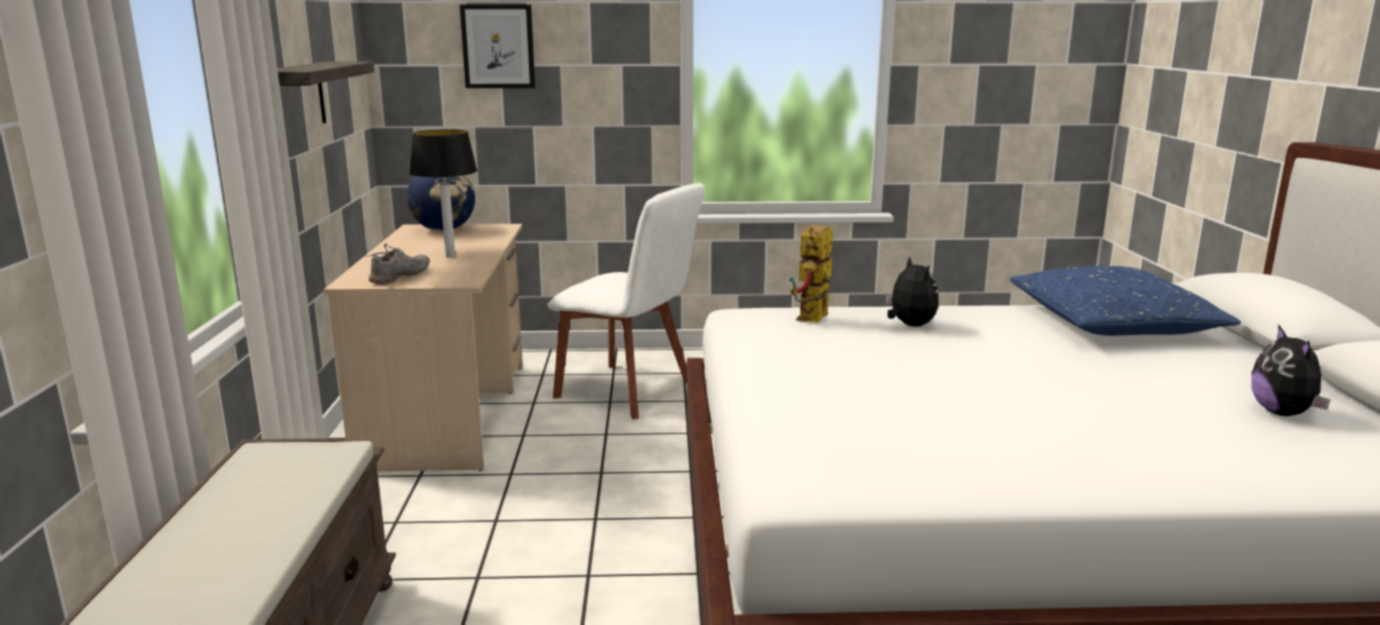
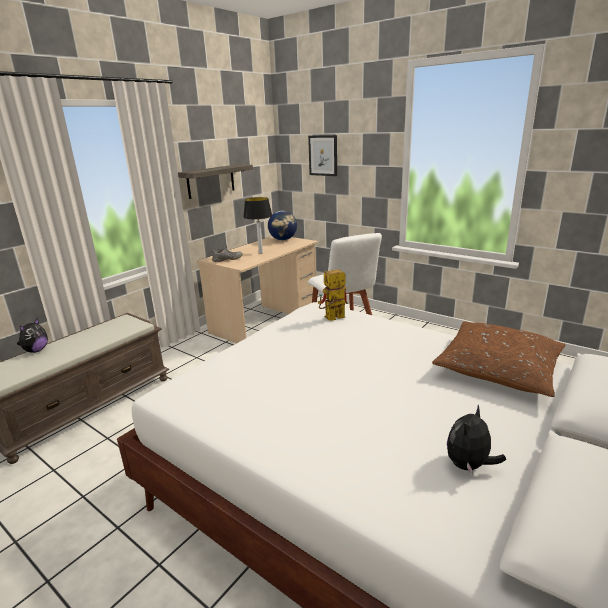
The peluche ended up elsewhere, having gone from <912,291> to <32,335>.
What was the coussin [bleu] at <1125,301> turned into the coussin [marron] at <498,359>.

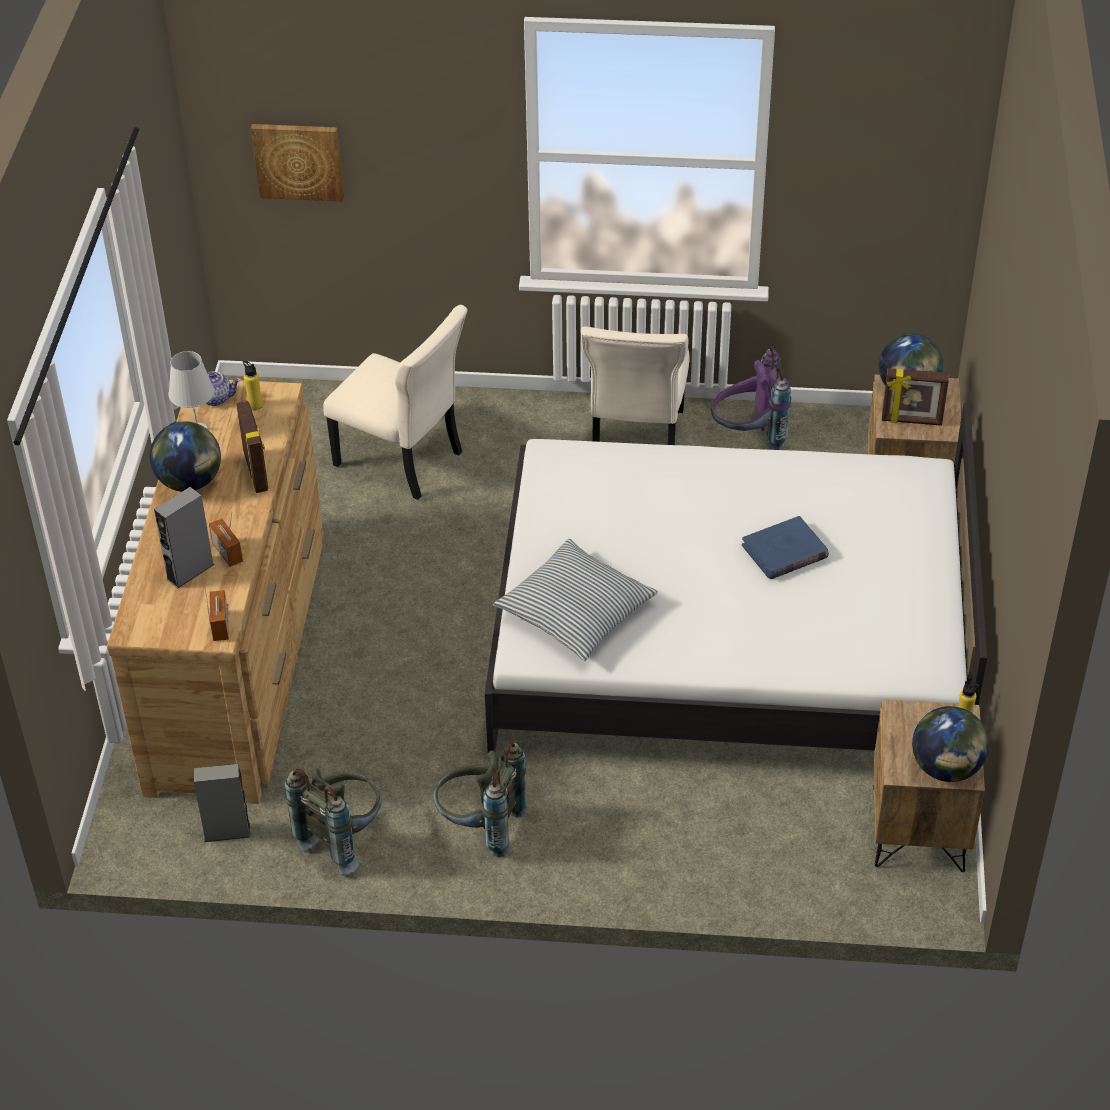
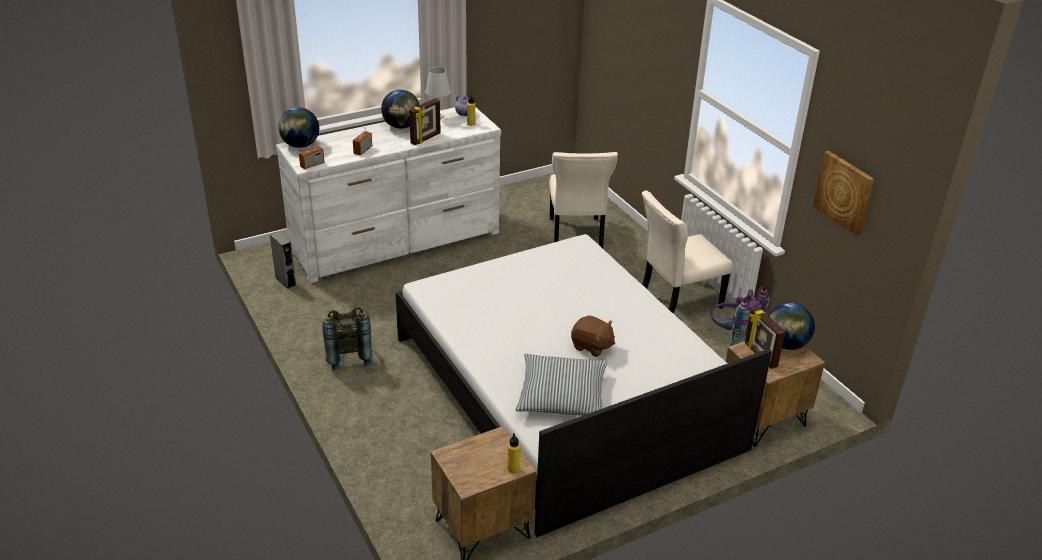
What was the commode [marron] at <215,592> turned into the commode [blanc] at <388,195>.
The globe ended up elsewhere, having gone from <950,744> to <298,127>.
The coussin ended up elsewhere, having gone from <575,600> to <561,385>.
Where the livre [bleu] stood at <785,547>, the peluche [marron] came to stand at <593,336>.
The tableau ended up elsewhere, having gone from <297,163> to <843,193>.
The second view lost the enceinte [gris] at <184,537>.
The second view lost the sac à dos [gris] at <333,821>.

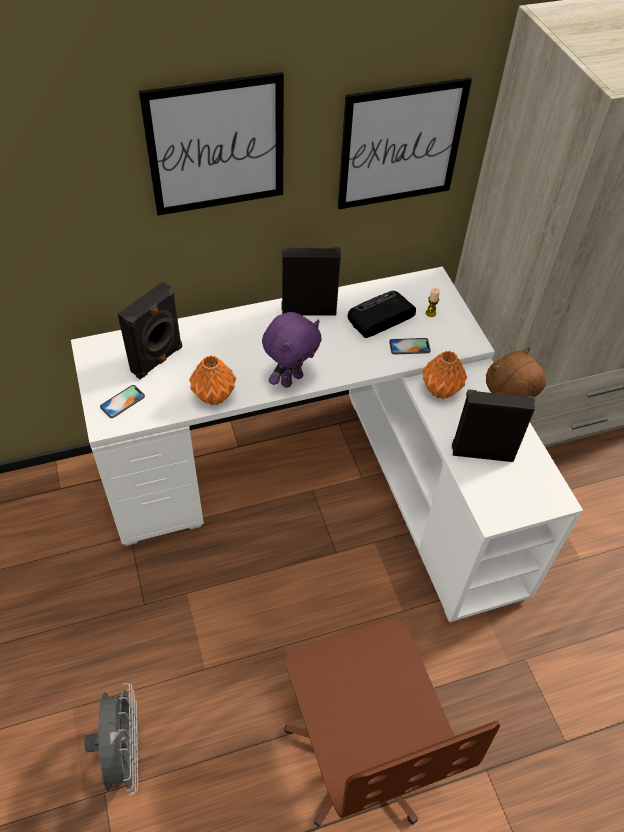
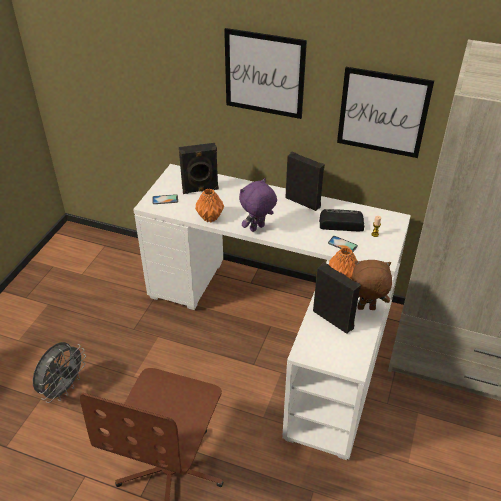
The peluche [violet] at <292,350> ended up facing another way, 150 degrees clockwise from before.

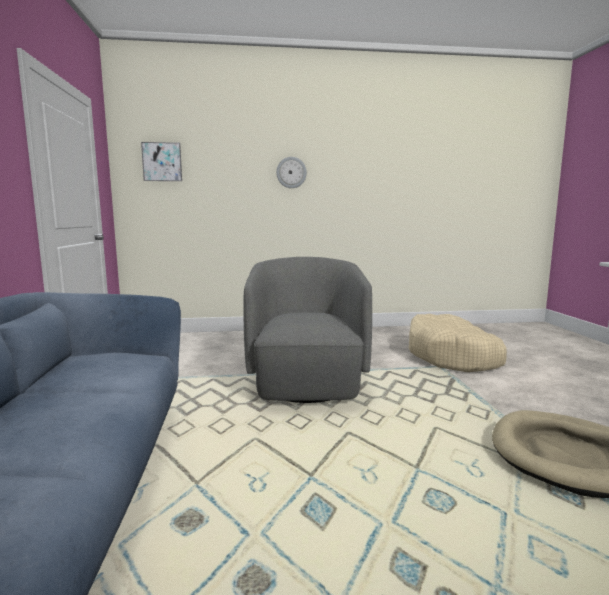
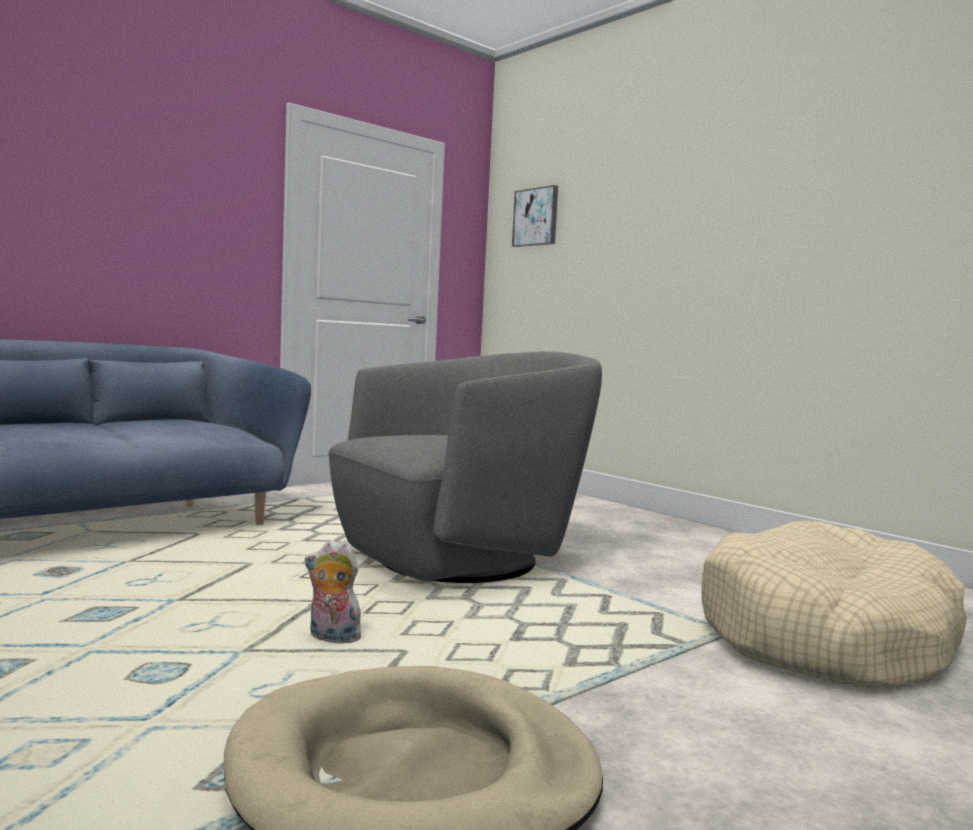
The second view gained the peluche at <336,591>.
The second view lost the horloge murale at <291,172>.

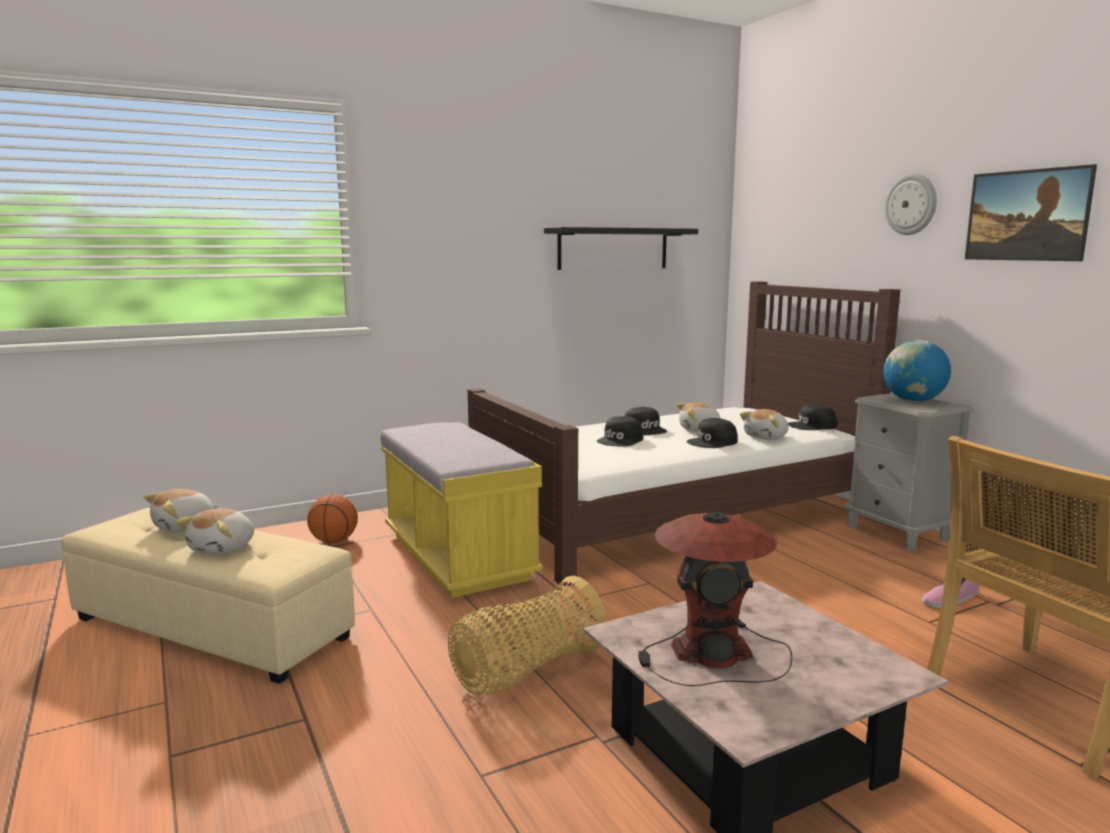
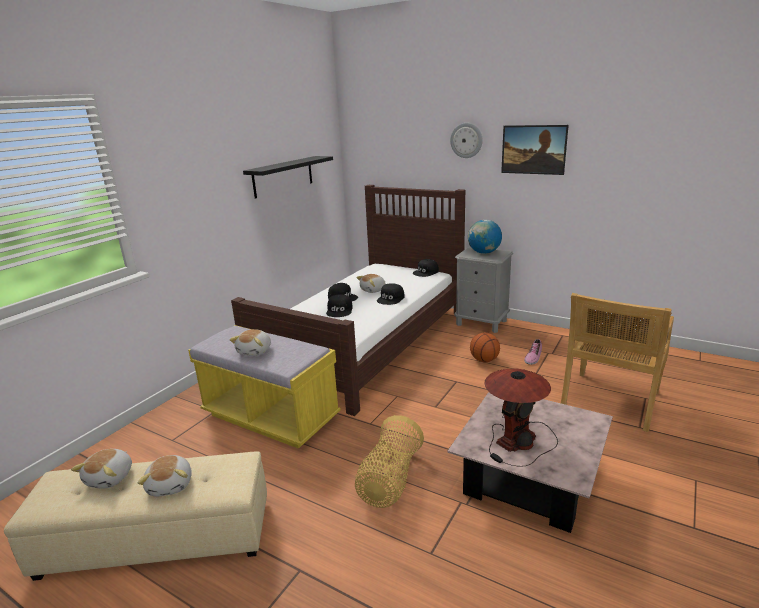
The peluche ended up elsewhere, having gone from <764,424> to <250,342>.
The ballon de basket ended up elsewhere, having gone from <332,518> to <485,347>.

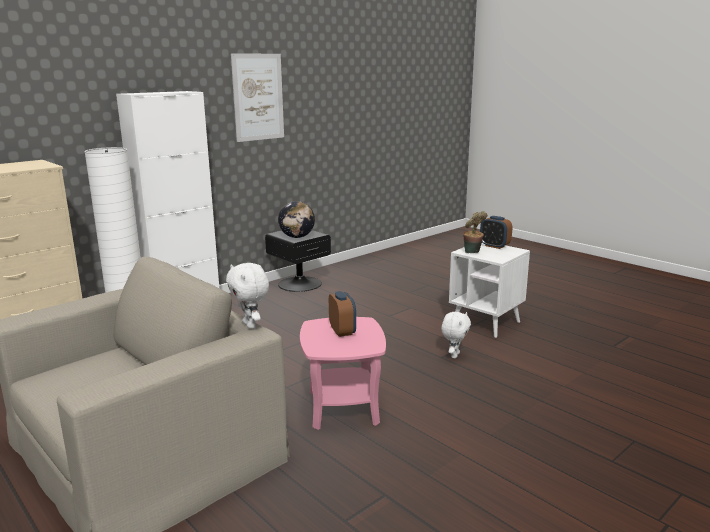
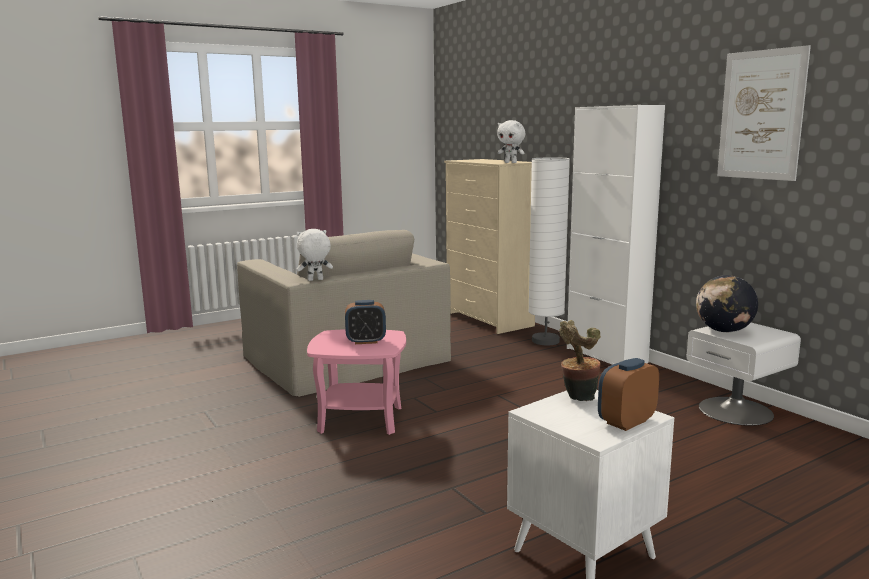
The peluche [blanc] ended up elsewhere, having gone from <456,335> to <511,141>.
What was the table de chevet [noir] at <298,261> turned into the table de chevet [blanc] at <744,374>.

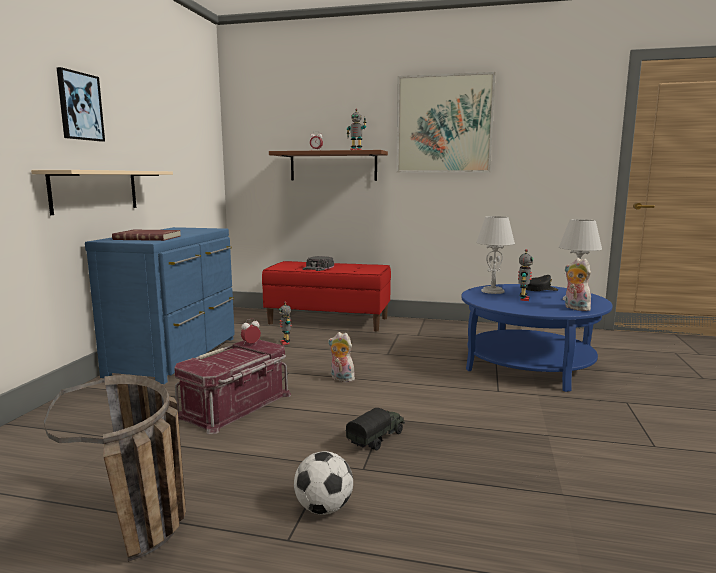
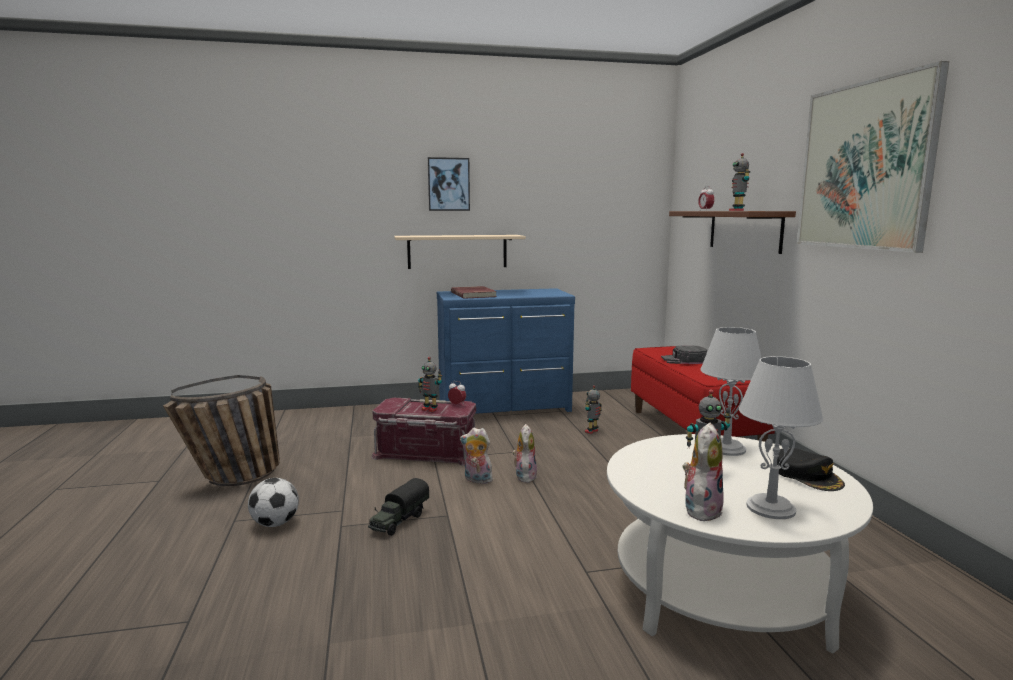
The camion jouet at <375,429> ended up facing another way, 105 degrees clockwise from before.
The second view gained the robot jouet at <430,384>.
The second view gained the peluche at <476,456>.
What was the table basse [bleu] at <536,338> turned into the table basse [blanc] at <740,544>.

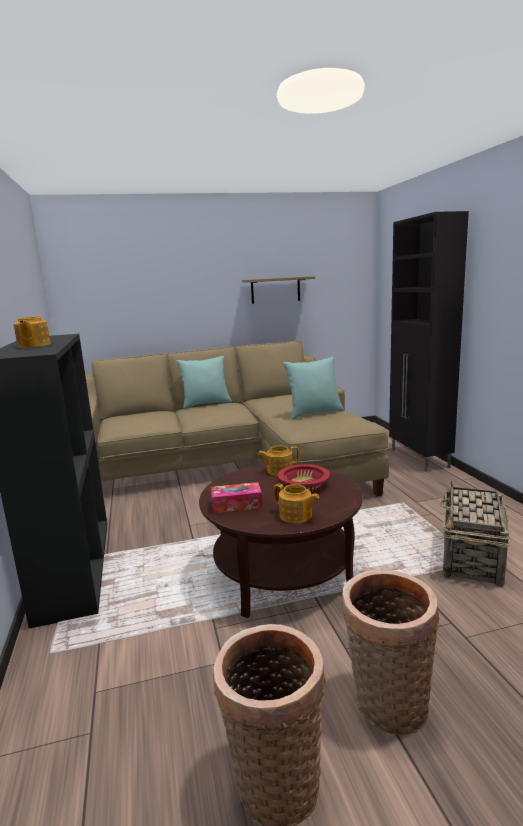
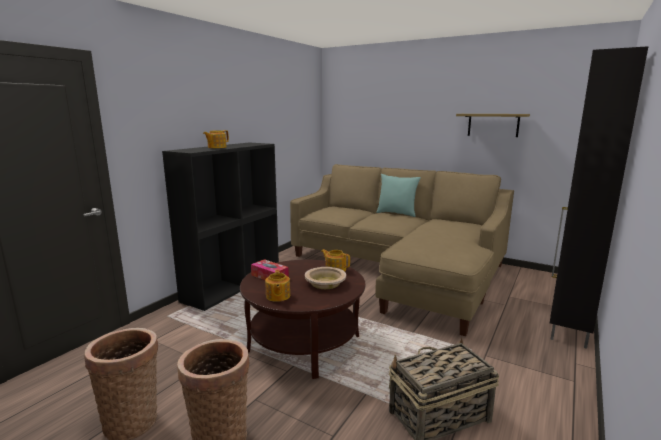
What was the bol [rouge] at <304,478> turned into the bol [beige] at <325,278>.
The second view lost the coussin [turquoise] at <313,388>.

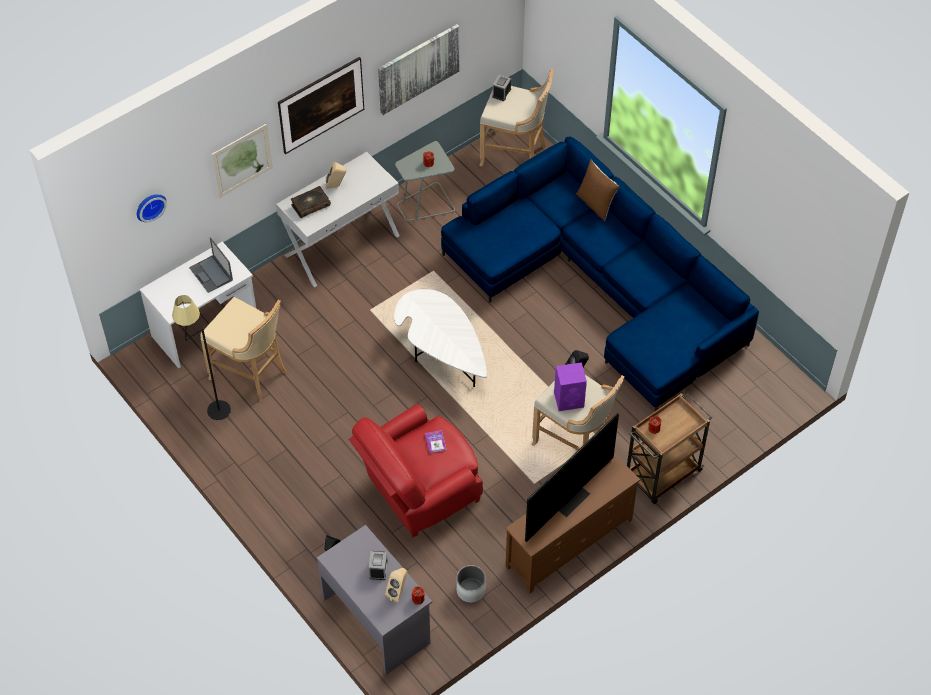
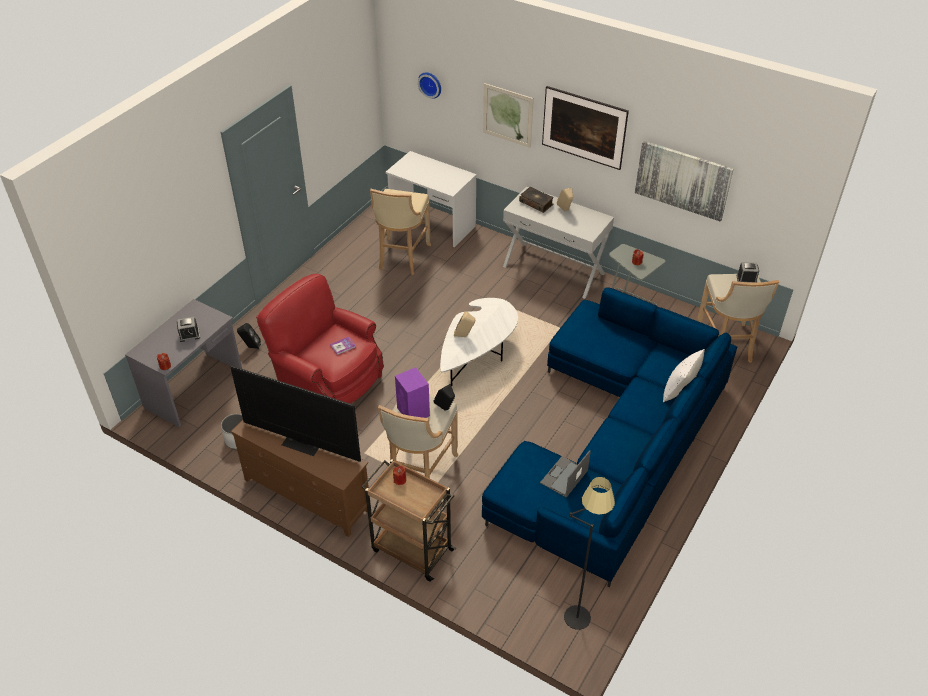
The enceinte [beige] ended up elsewhere, having gone from <396,585> to <464,324>.
The ordinateur portable ended up elsewhere, having gone from <211,265> to <565,474>.
The lampadaire [noir] ended up elsewhere, having gone from <201,357> to <589,553>.
What was the coussin [marron] at <598,190> turned into the coussin [blanc] at <684,375>.

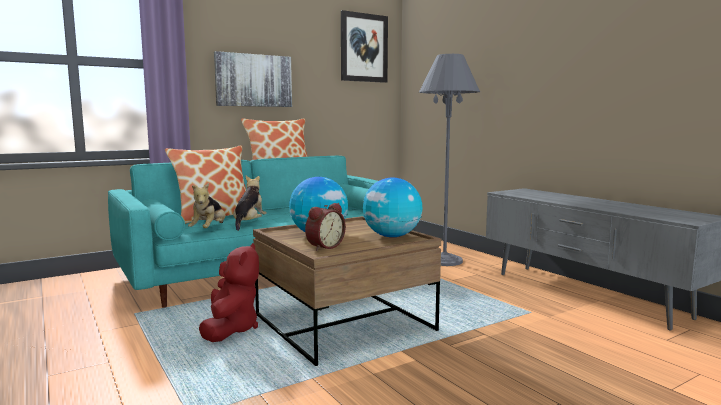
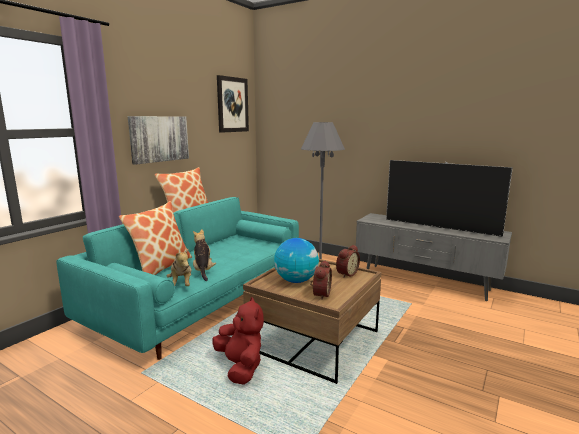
Where the globe stood at <392,207>, the réveil came to stand at <348,261>.
The second view gained the téléviseur at <449,198>.

